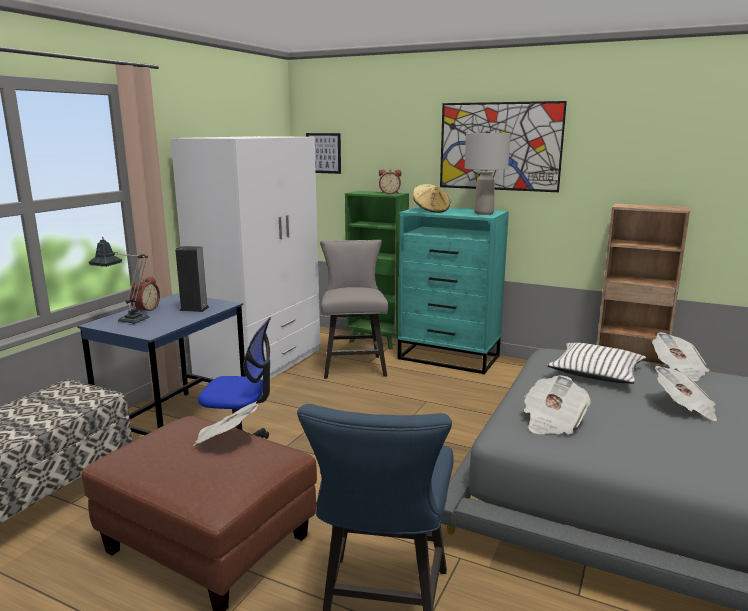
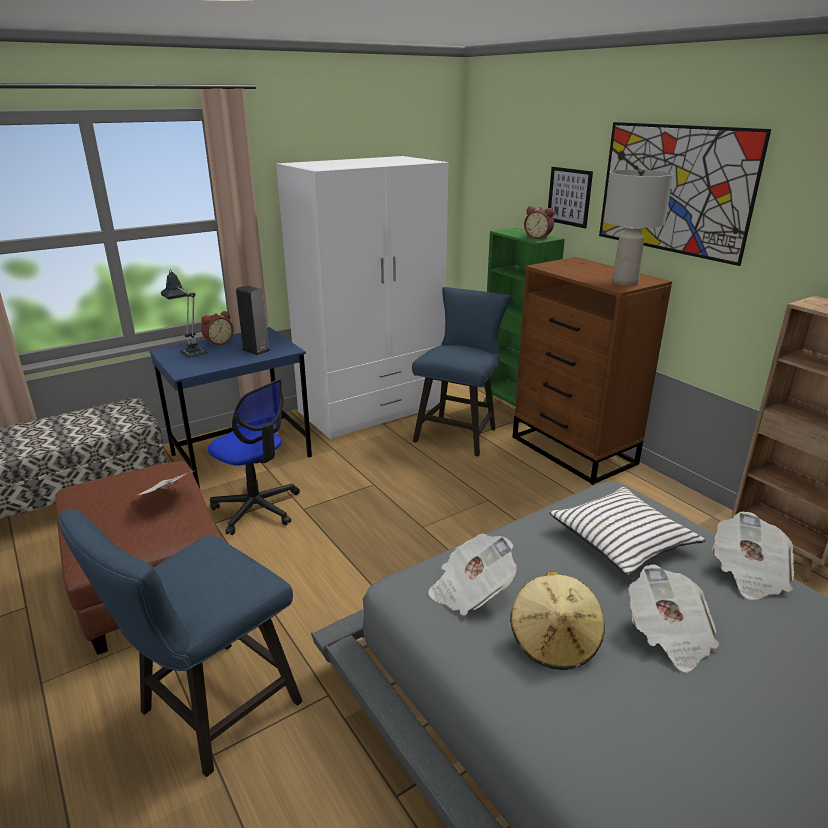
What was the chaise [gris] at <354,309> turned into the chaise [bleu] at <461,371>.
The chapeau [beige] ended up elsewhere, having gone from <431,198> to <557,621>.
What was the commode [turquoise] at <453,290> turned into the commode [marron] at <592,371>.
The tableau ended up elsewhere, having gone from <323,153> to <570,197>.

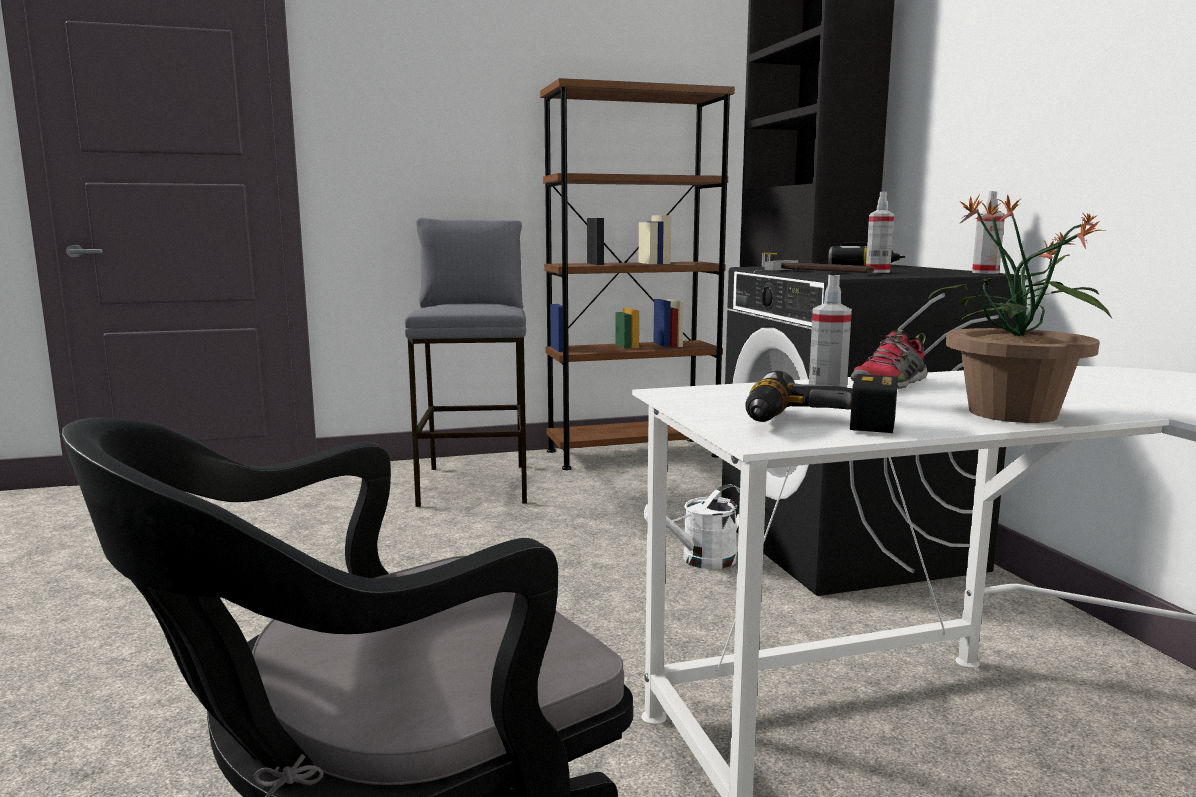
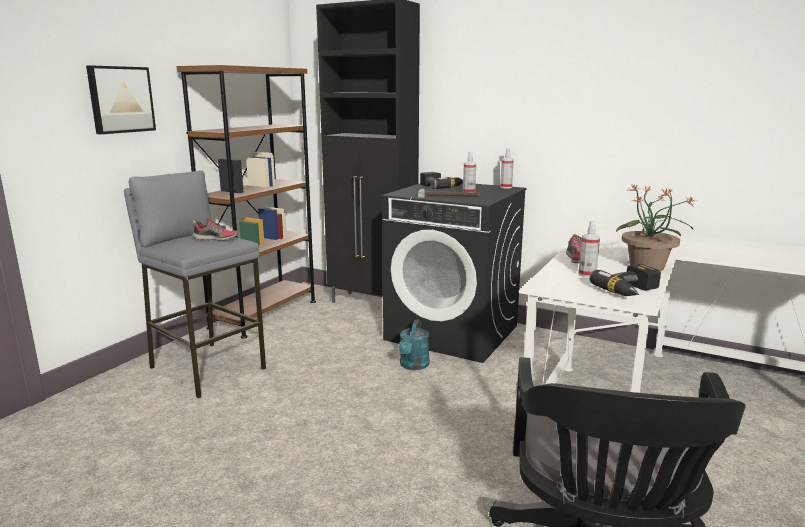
The second view gained the tableau at <121,99>.
The second view gained the chaussure at <215,229>.
What was the arrosoir [blanc] at <692,526> turned into the arrosoir [turquoise] at <413,344>.

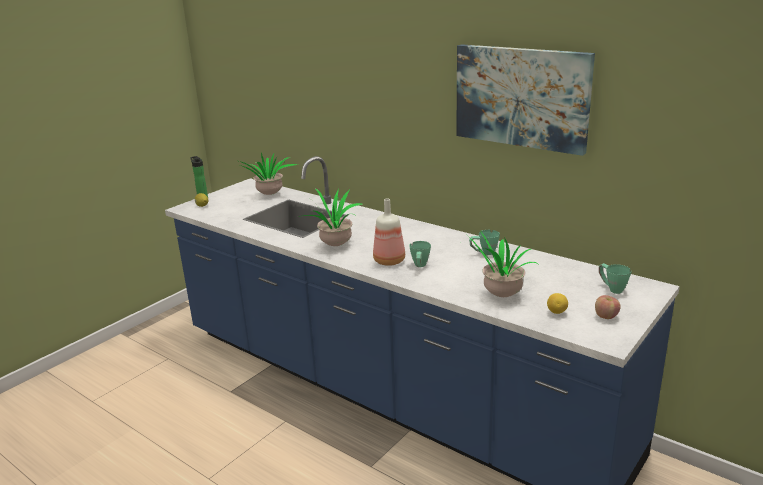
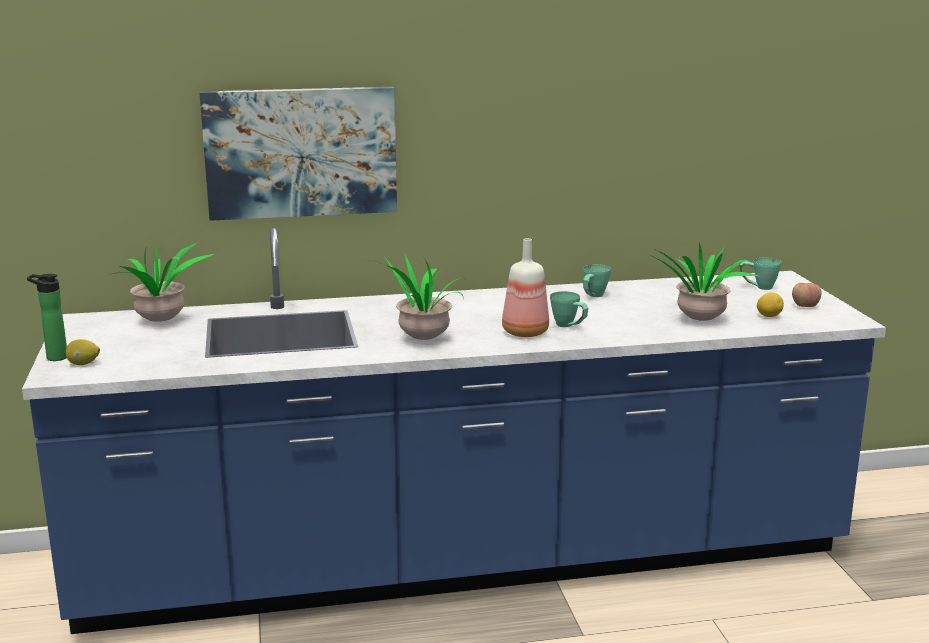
The tableau ended up elsewhere, having gone from <525,100> to <298,154>.

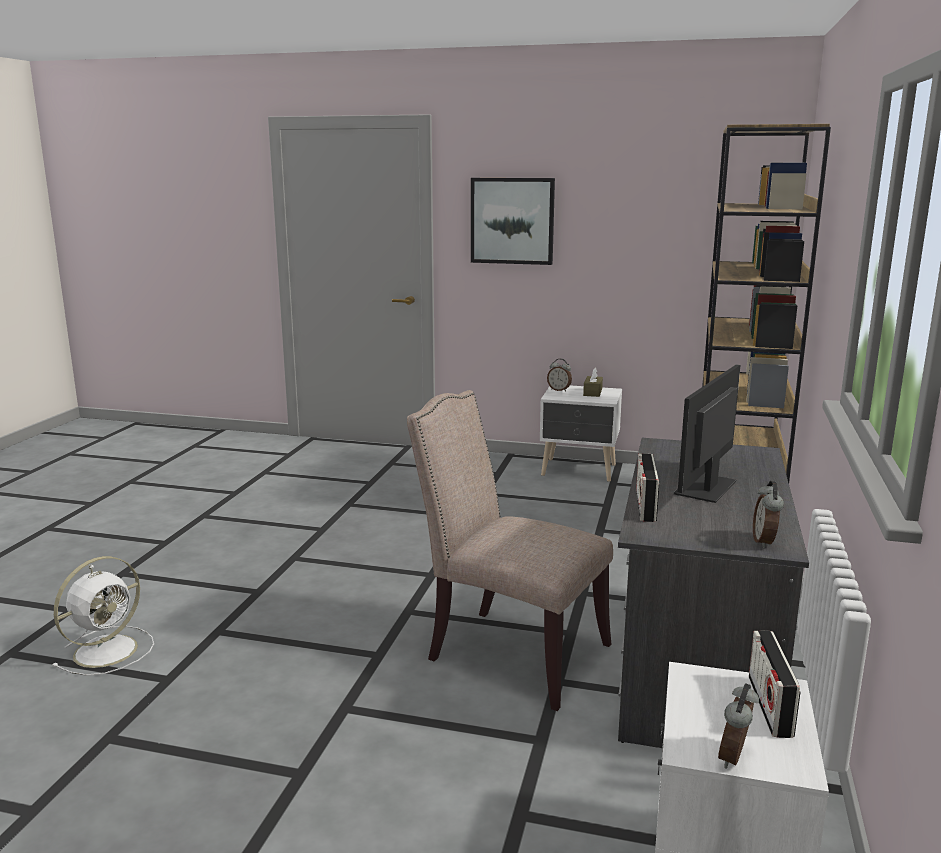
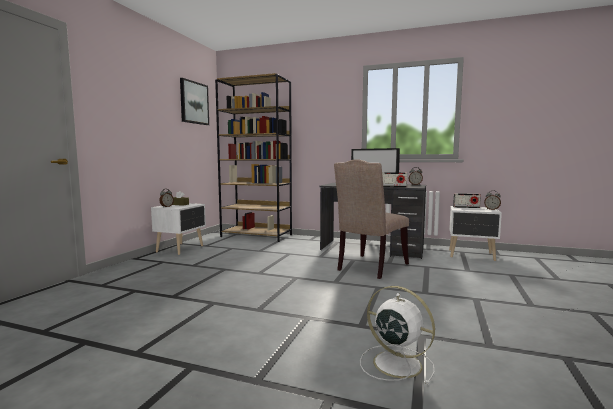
The tableau ended up elsewhere, having gone from <513,221> to <194,101>.

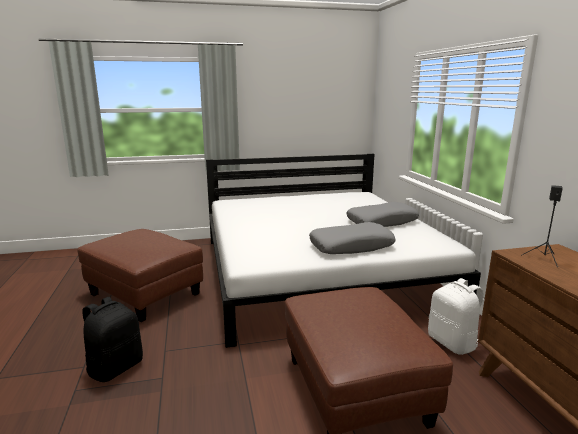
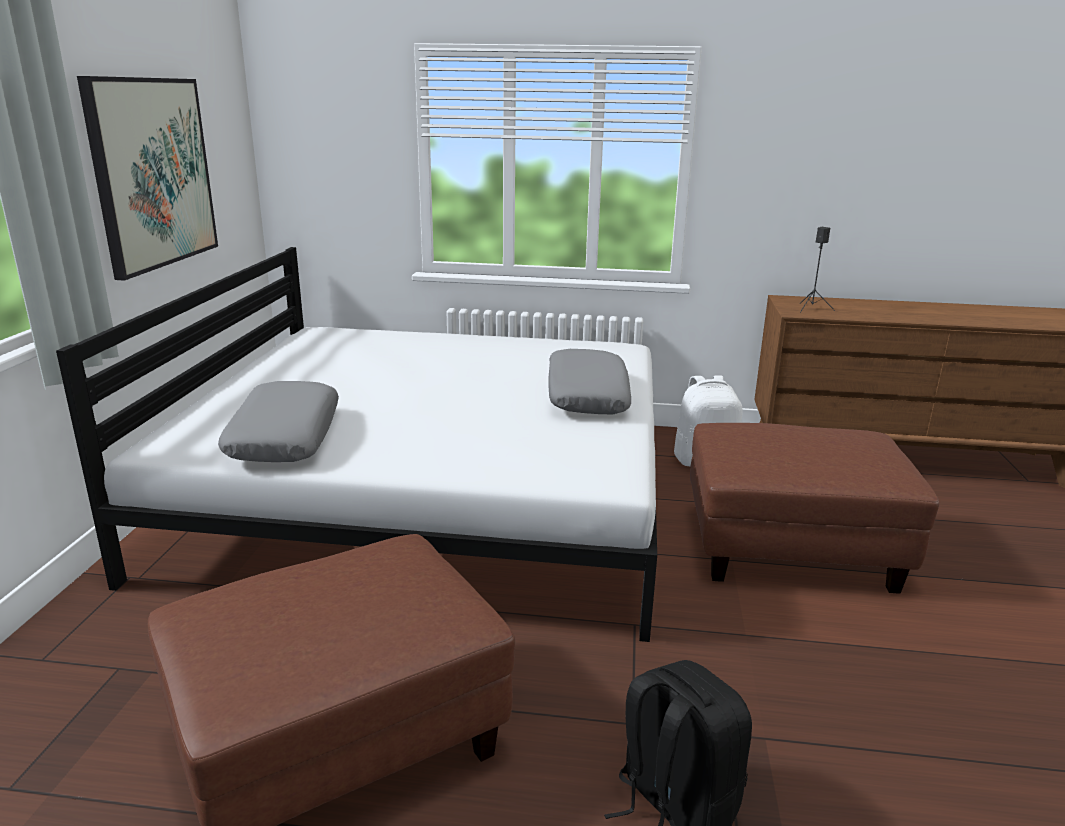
The second view gained the tableau at <147,178>.
The coussin [gris] ended up elsewhere, having gone from <383,214> to <278,421>.

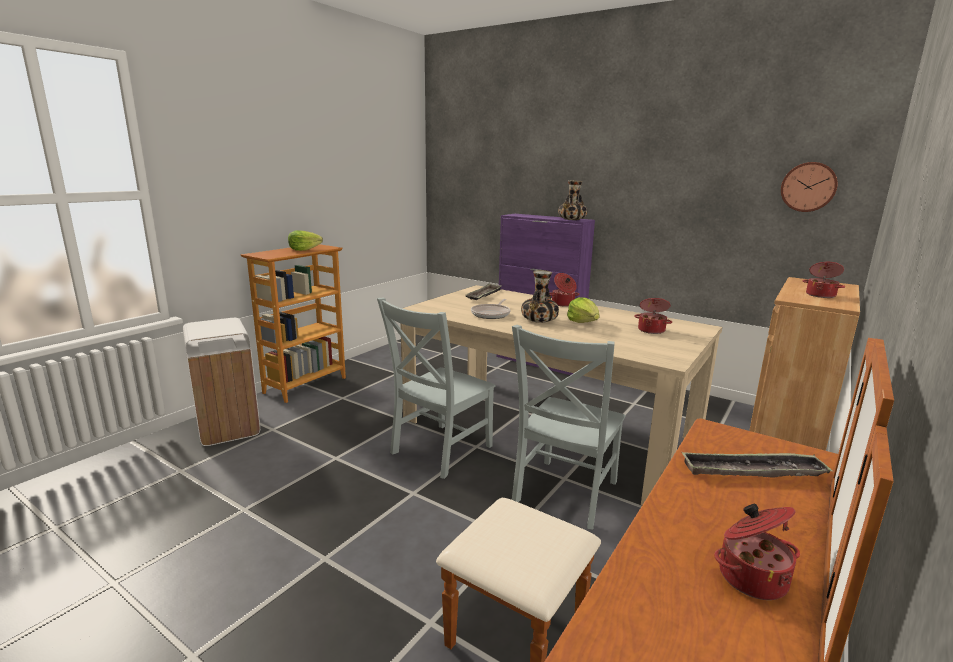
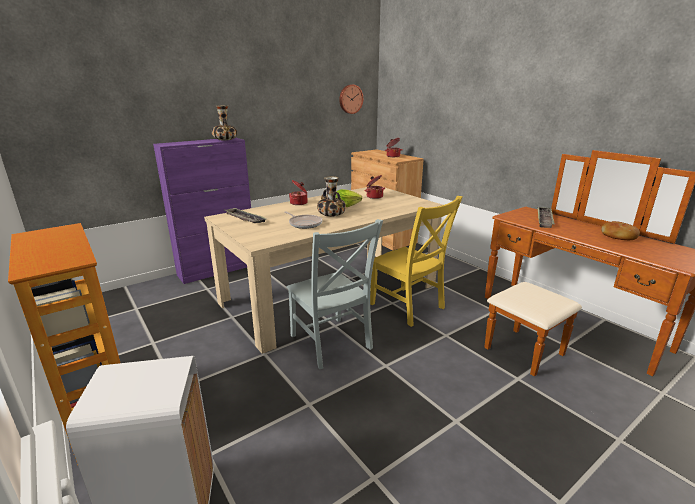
What was the chaise [gris] at <569,427> turned into the chaise [jaune] at <416,261>.
Where the marmite stood at <757,552>, the pain came to stand at <620,230>.
The second view lost the laitue at <305,240>.

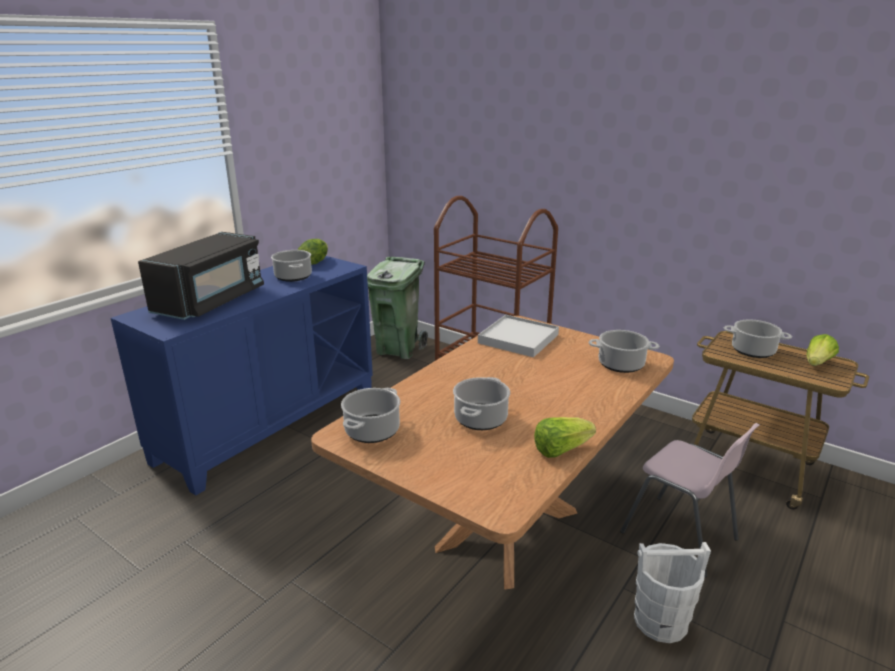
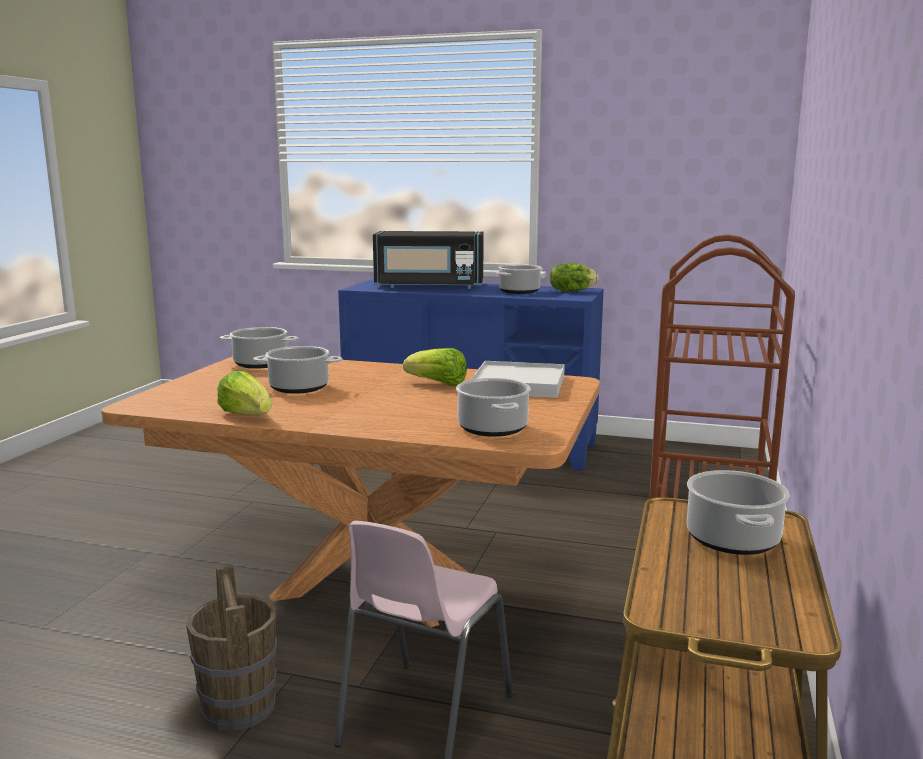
What was the seau [blanc] at <672,592> turned into the seau [marron] at <231,648>.
The laitue ended up elsewhere, having gone from <823,350> to <435,367>.
The second view lost the poubelle [vert] at <397,308>.

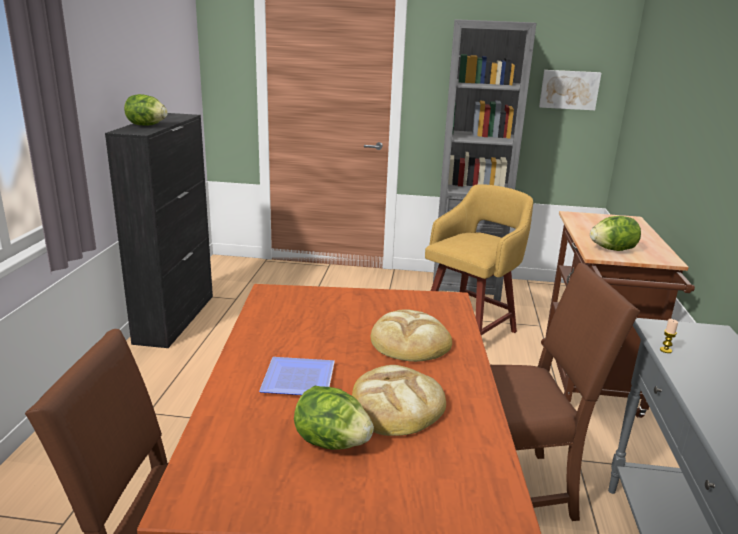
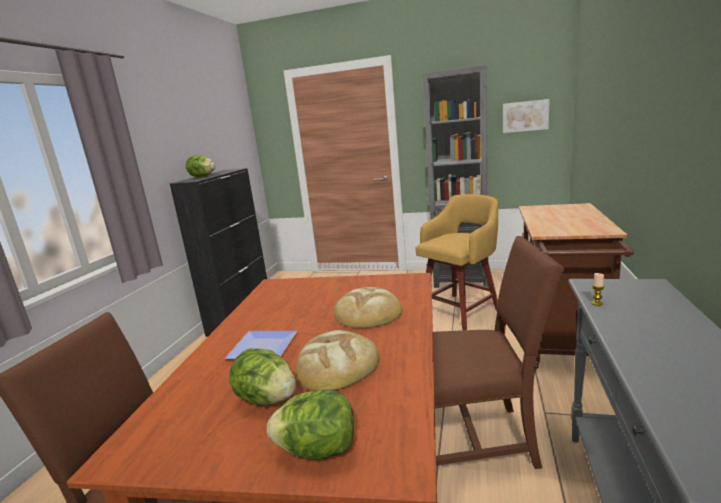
The laitue ended up elsewhere, having gone from <615,233> to <310,425>.

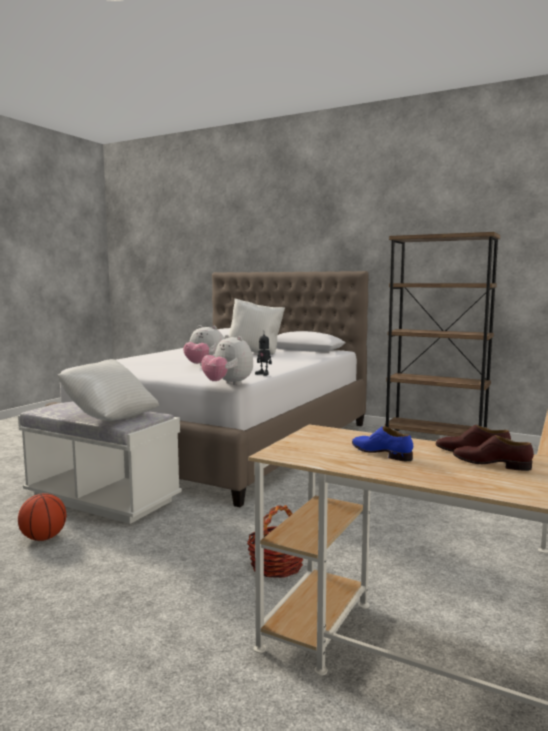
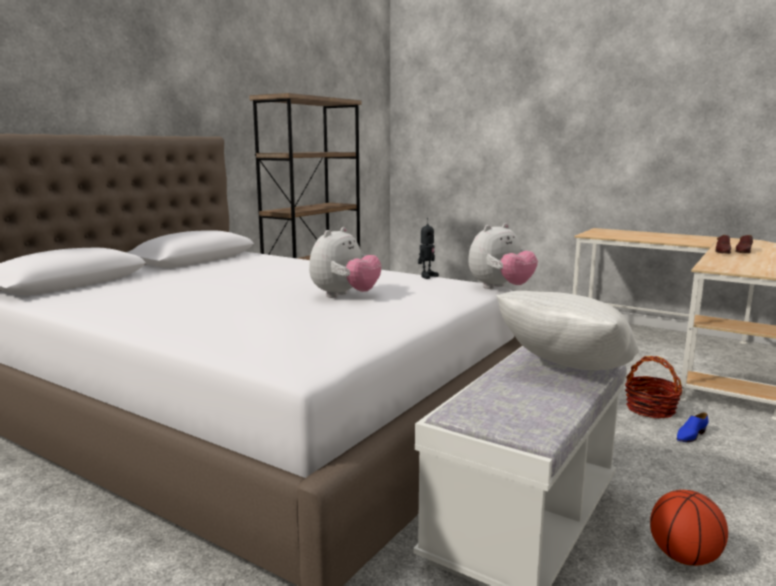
The chaussure [bleu] ended up elsewhere, having gone from <382,443> to <692,427>.
The second view lost the coussin [blanc] at <257,326>.

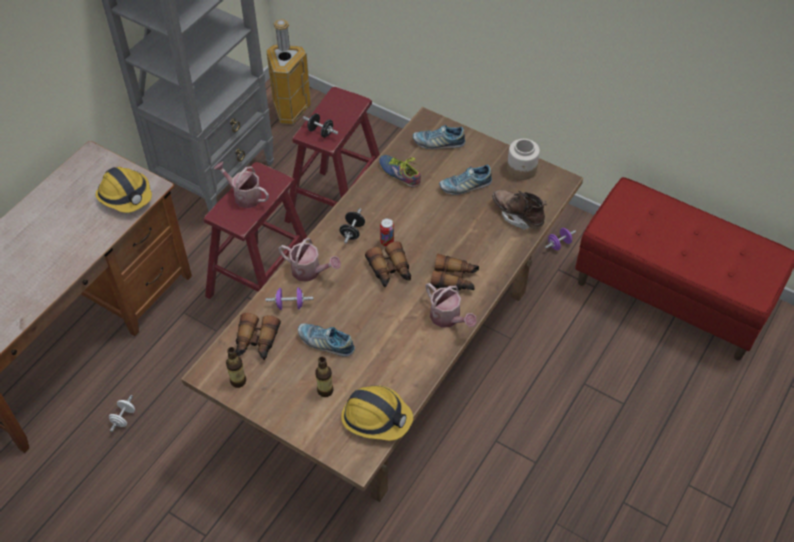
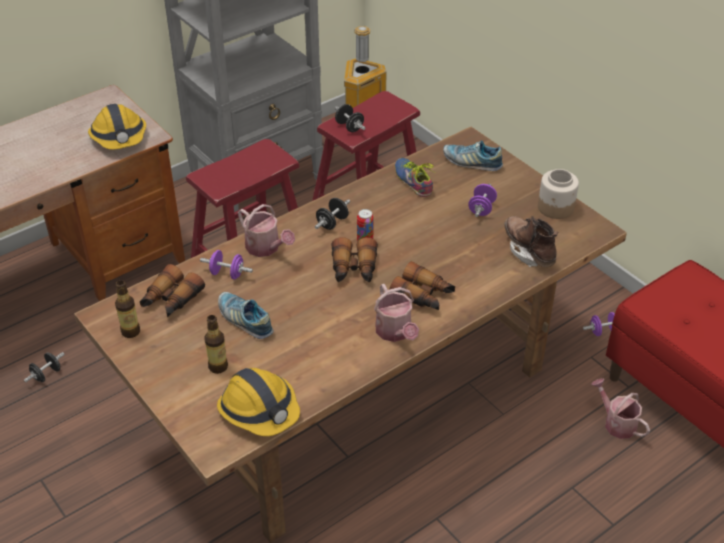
What was the haltère [blanc] at <122,413> turned into the haltère [noir] at <44,367>.
Where the chaussure stood at <465,180>, the haltère [violet] came to stand at <482,200>.
The arrosoir ended up elsewhere, having gone from <241,184> to <620,408>.

